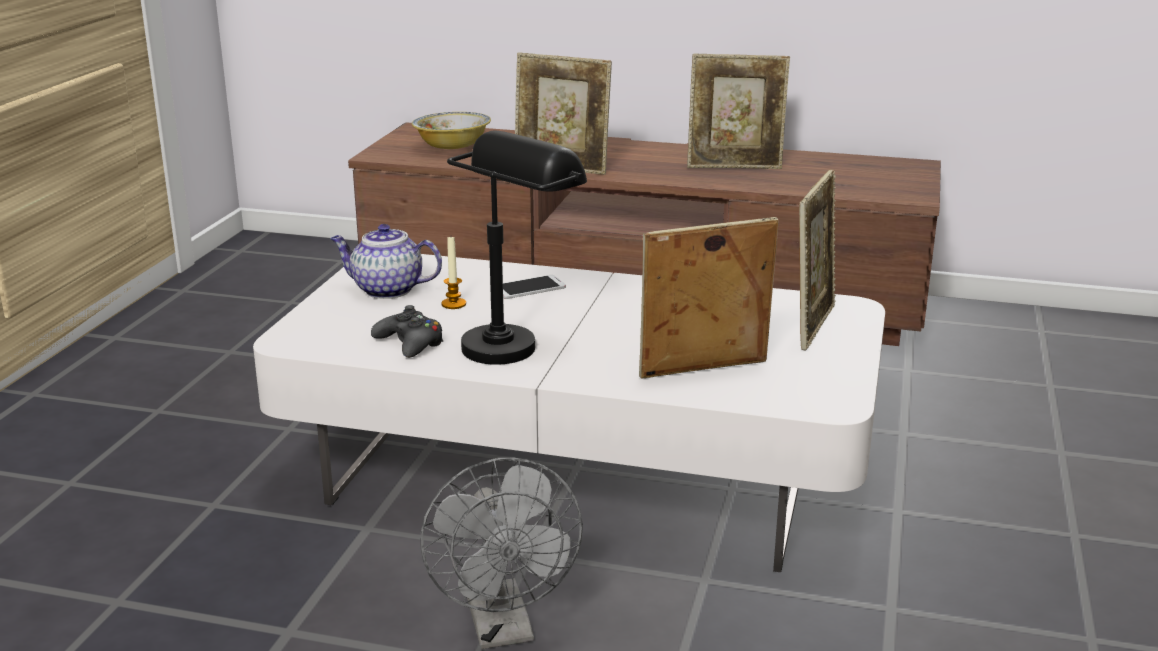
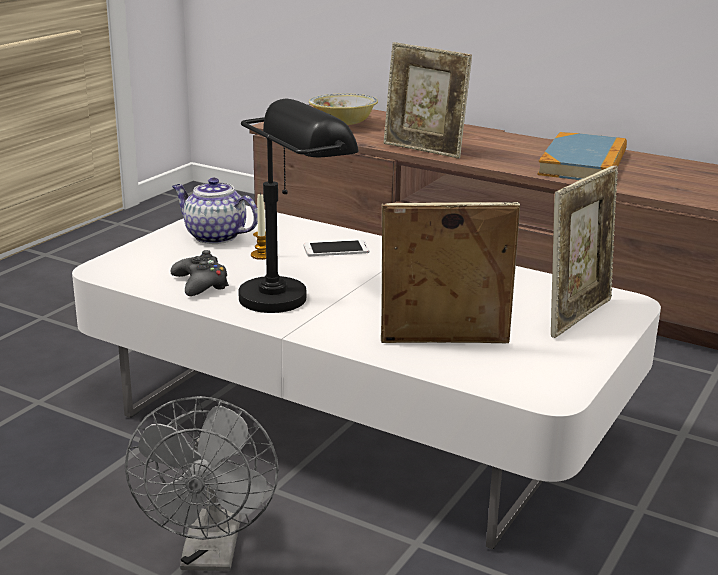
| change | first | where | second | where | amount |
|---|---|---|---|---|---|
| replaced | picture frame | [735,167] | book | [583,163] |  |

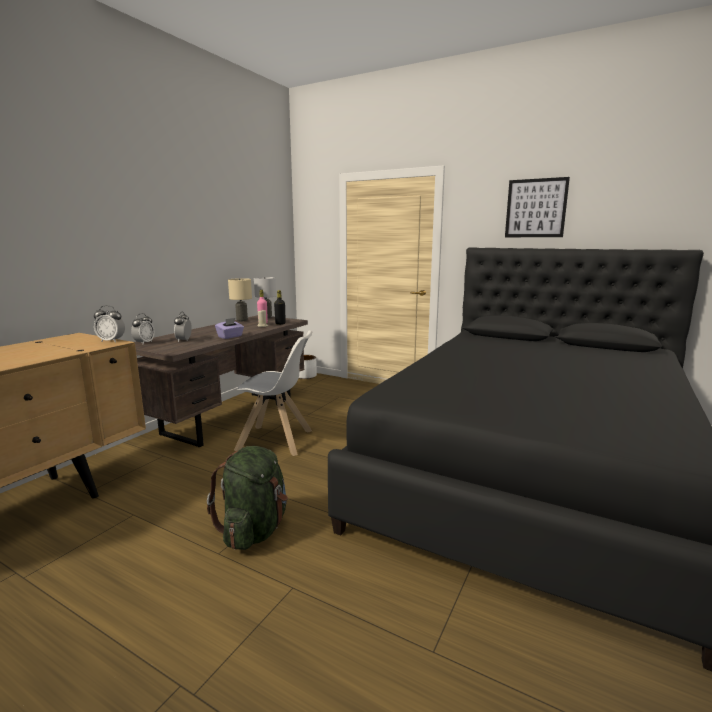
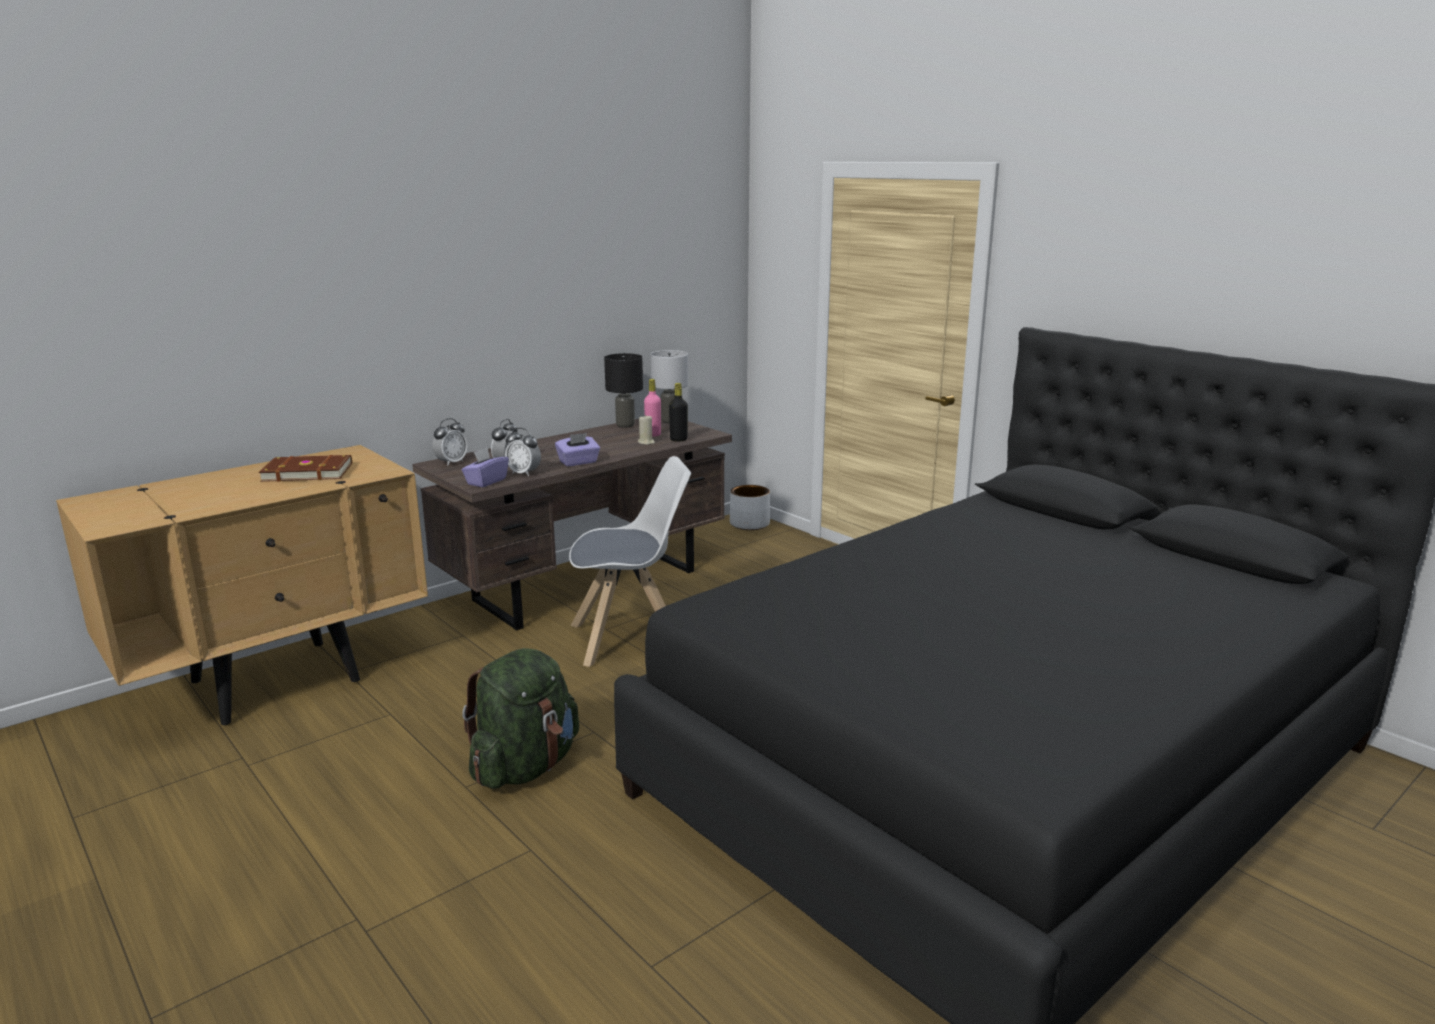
| change | first | where | second | where | amount |
|---|---|---|---|---|---|
| added |  |  | book (brown) | [307,472] |  |
| added |  |  | tissue box (purple) | [486,482] |  |
| moved | alarm clock | [111,341] |  | [524,473] |  |
| turned | chair | [277,441] |  | [632,639] | 45 degrees counterclockwise |
| recoloured | table lamp (beige) | [241,320] | table lamp (black) | [624,425] |  |
| removed | picture | [535,208] |  |  |  |

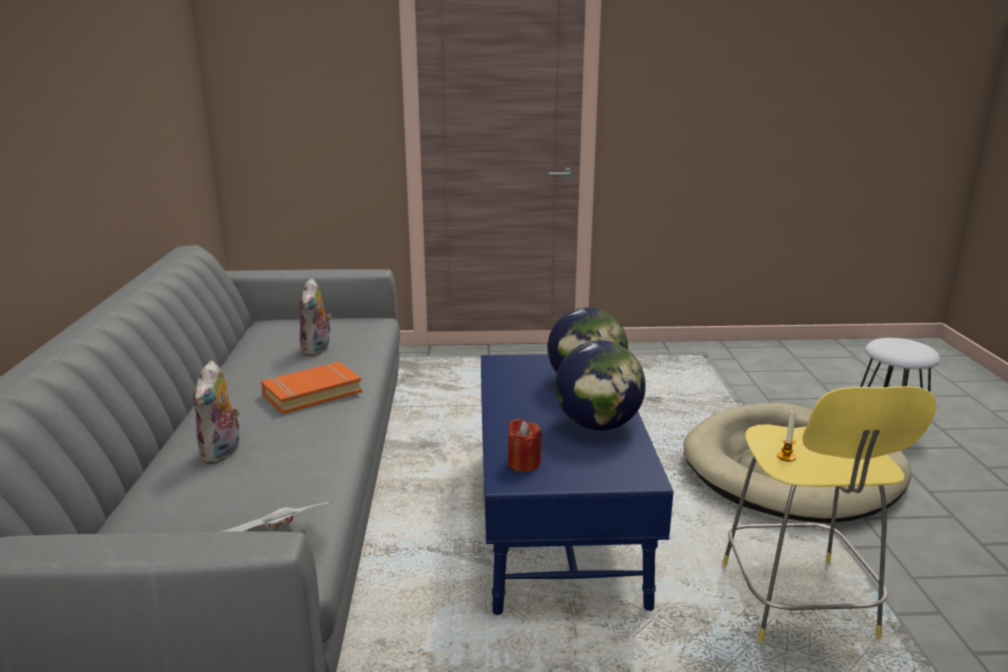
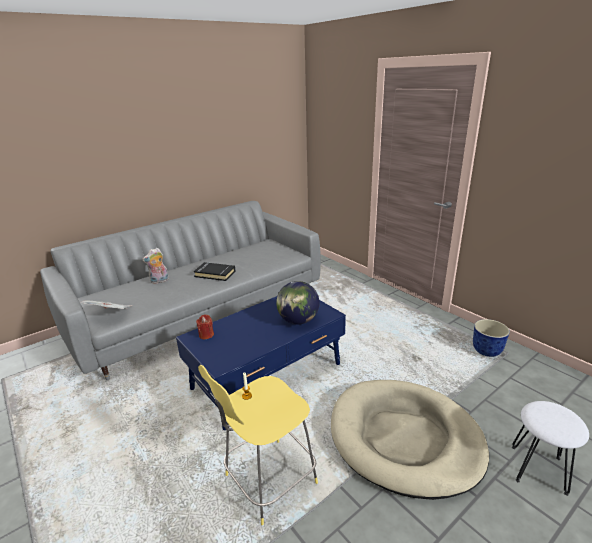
| change | first | where | second | where | amount |
|---|---|---|---|---|---|
| recoloured | book (orange) | [312,393] | book (black) | [215,274] |  |
| added |  |  | planter | [486,351] |  |
| removed | plush toy | [317,350] |  |  |  |
| removed | globe | [598,425] |  |  |  |

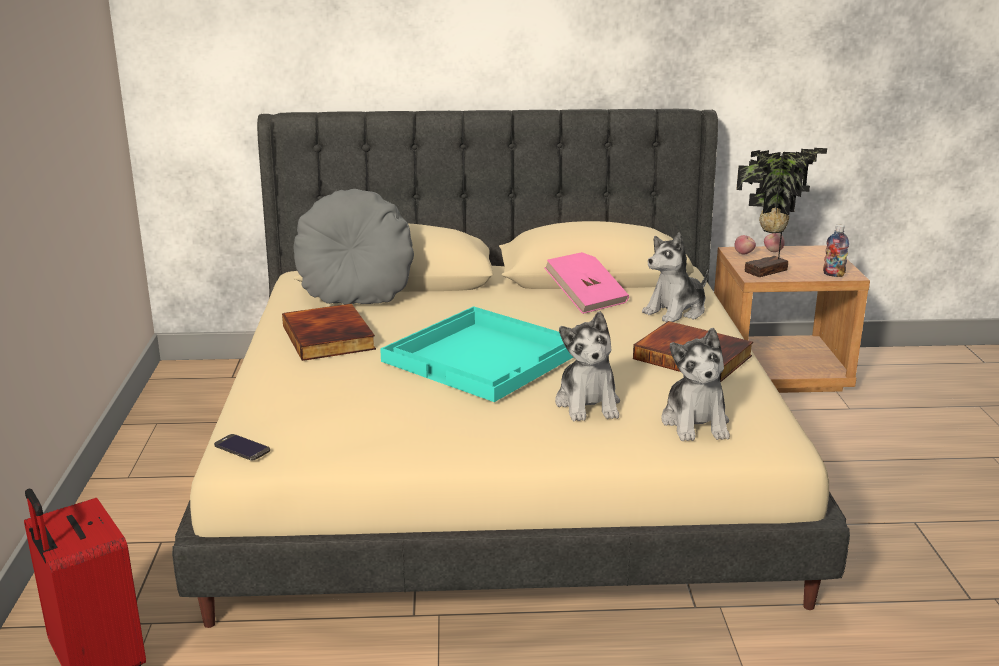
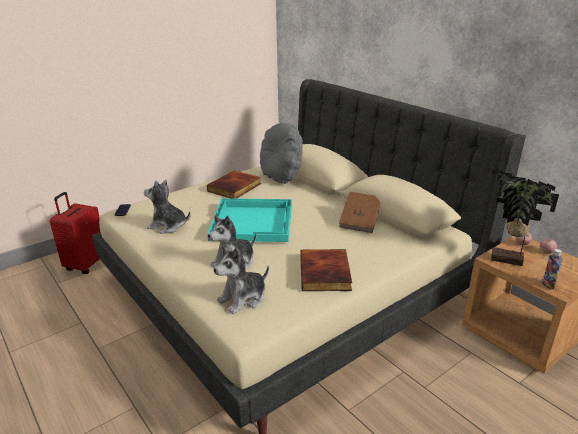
| change | first | where | second | where | amount |
|---|---|---|---|---|---|
| moved | plush toy | [676,311] |  | [168,226] |  |
| recoloured | book (pink) | [586,299] | book (brown) | [360,222] |  |

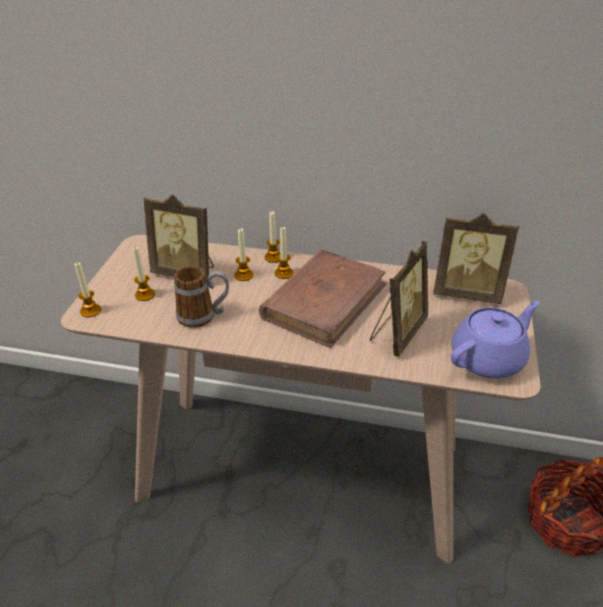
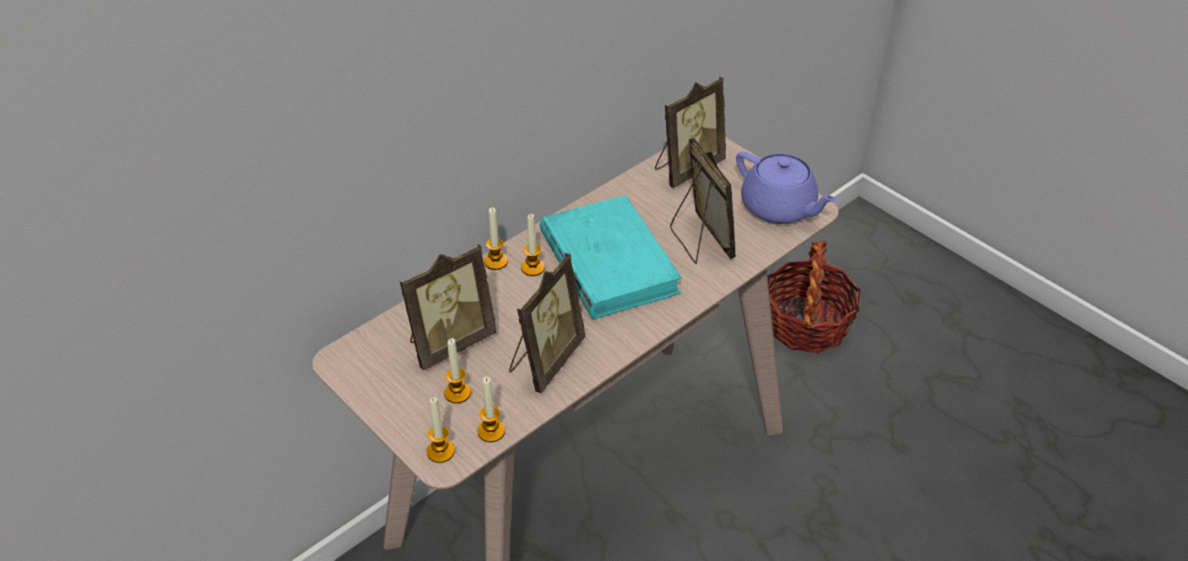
| change | first | where | second | where | amount |
|---|---|---|---|---|---|
| moved | candle | [243,275] |  | [491,431] |  |
| replaced | mug | [204,316] | picture frame | [545,360] |  |
| recoloured | book (brown) | [325,301] | book (turquoise) | [608,262] |  |
| turned | teapot (purple) | [488,358] |  | [779,208] | 135 degrees clockwise |

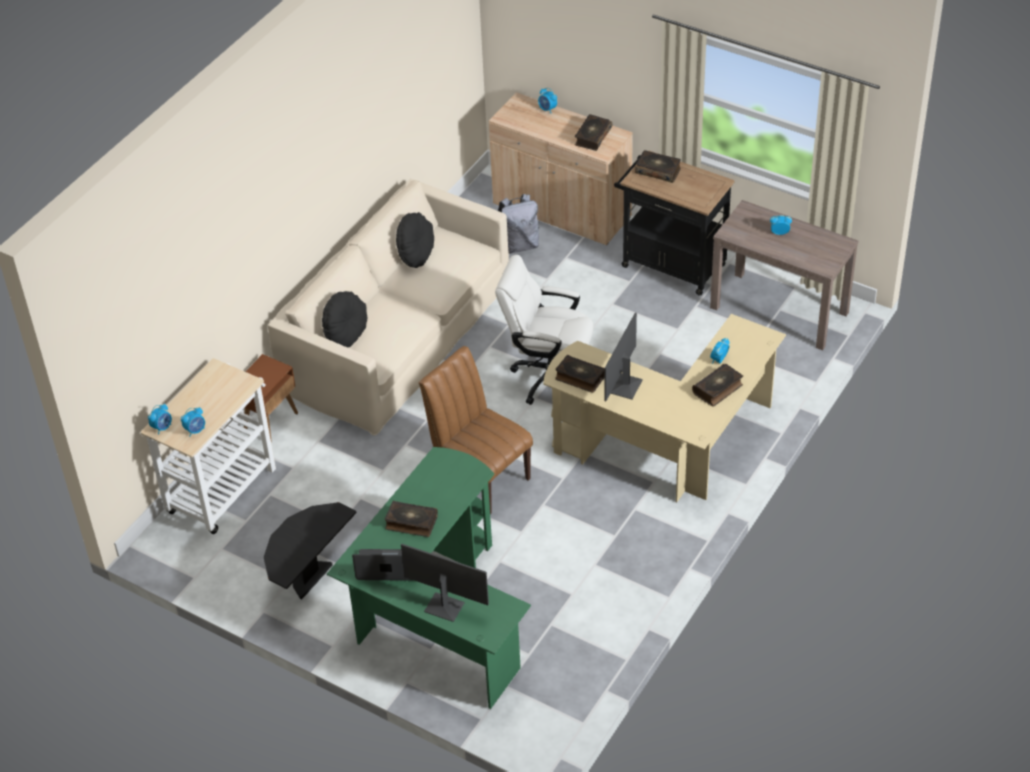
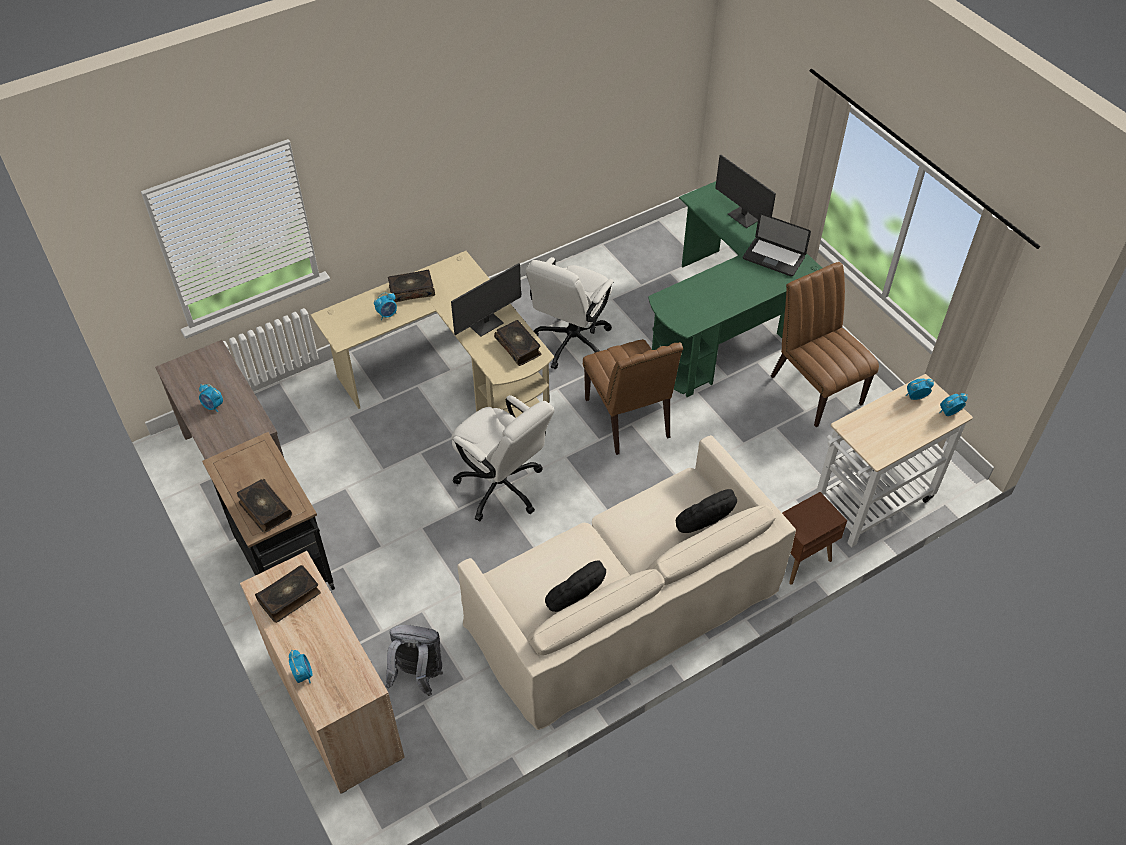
| change | first | where | second | where | amount |
|---|---|---|---|---|---|
| added |  |  | office chair (white) | [570,345] |  |
| replaced | side table (black) | [309,578] | chair (brown) | [816,390] |  |
| removed | book | [411,523] |  |  |  |

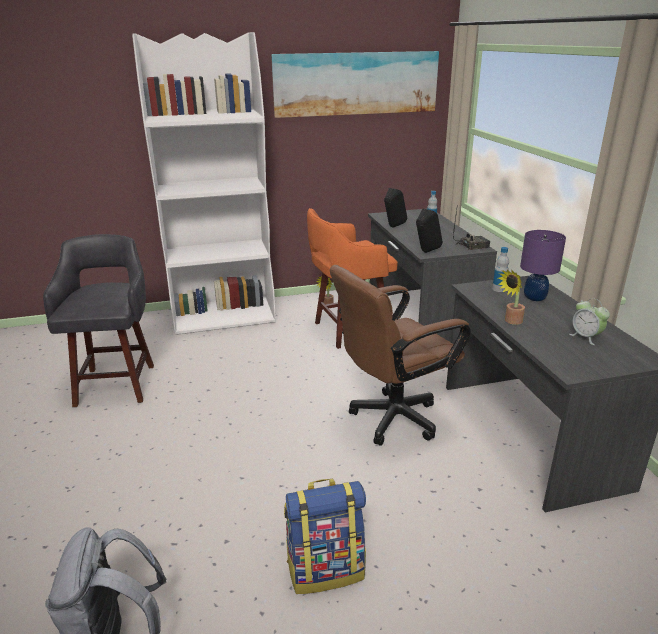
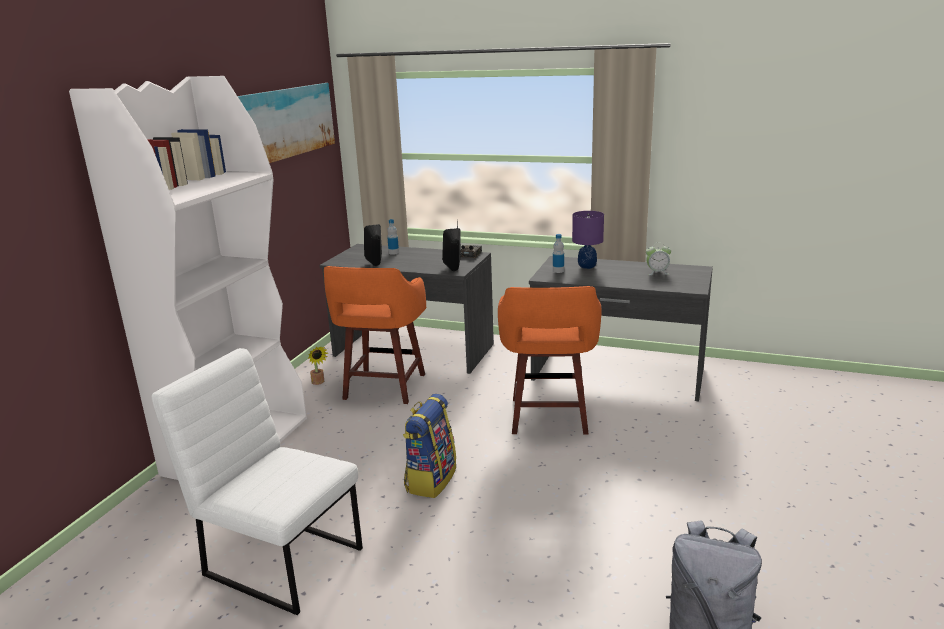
| change | first | where | second | where | amount |
|---|---|---|---|---|---|
| replaced | stool (grey) | [117,383] | chair (white) | [281,559] |  |
| moved | backpack | [326,569] |  | [430,479] |  |
| replaced | office chair (brown) | [391,422] | stool (orange) | [549,418] |  |
| removed | potted plant | [511,321] |  |  |  |

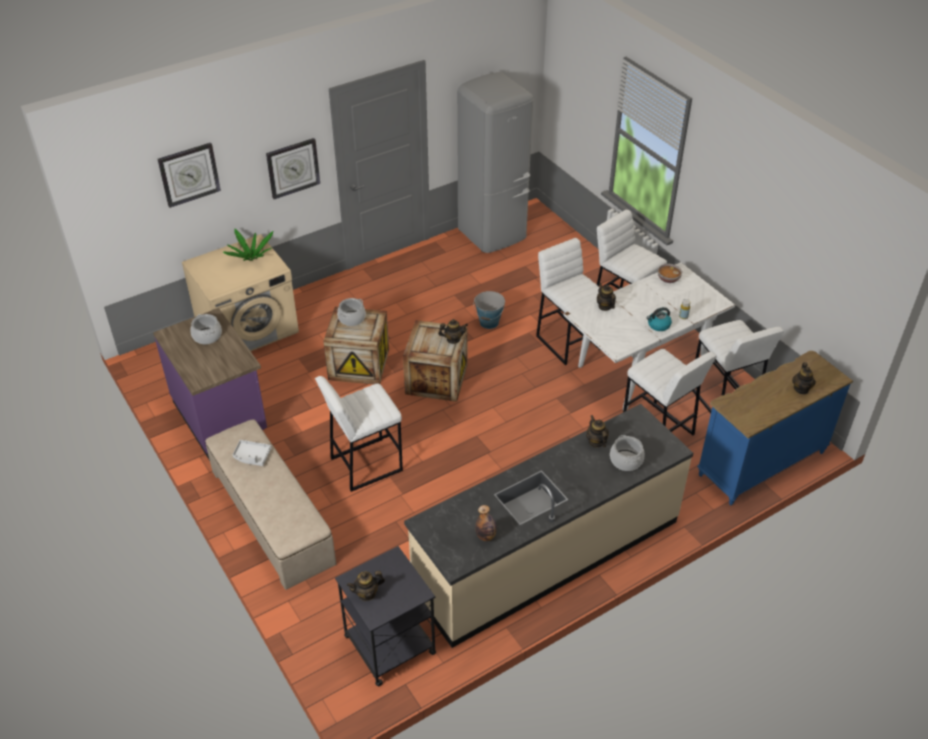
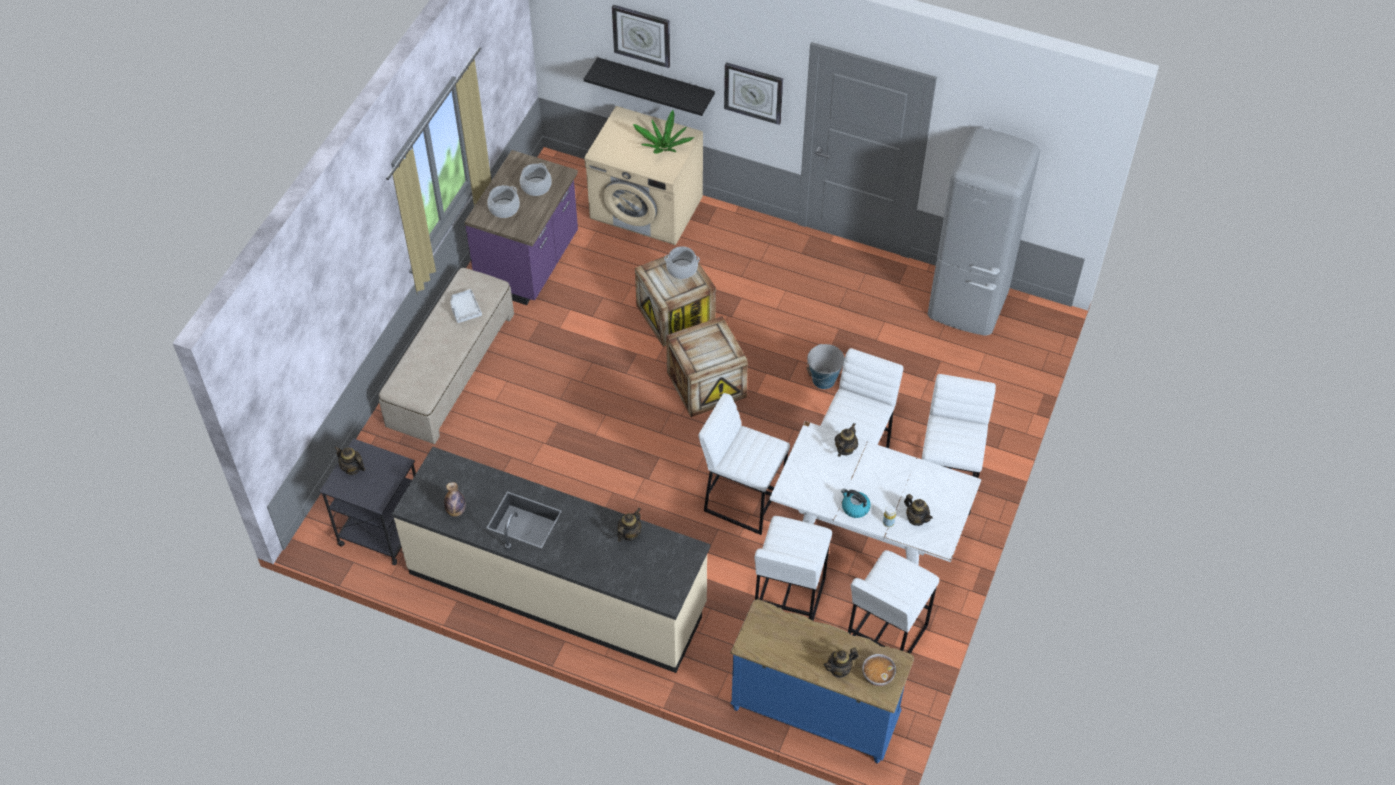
| change | first | where | second | where | amount |
|---|---|---|---|---|---|
| moved | cooking pot | [626,460] |  | [504,208] |  |
| added |  |  | shelf (black) | [655,84] |  |
| moved | stool (white) | [364,465] |  | [742,501] |  |
| moved | bowl | [668,279] |  | [877,675] |  |
| moved | teapot | [453,339] |  | [916,518] |  |

